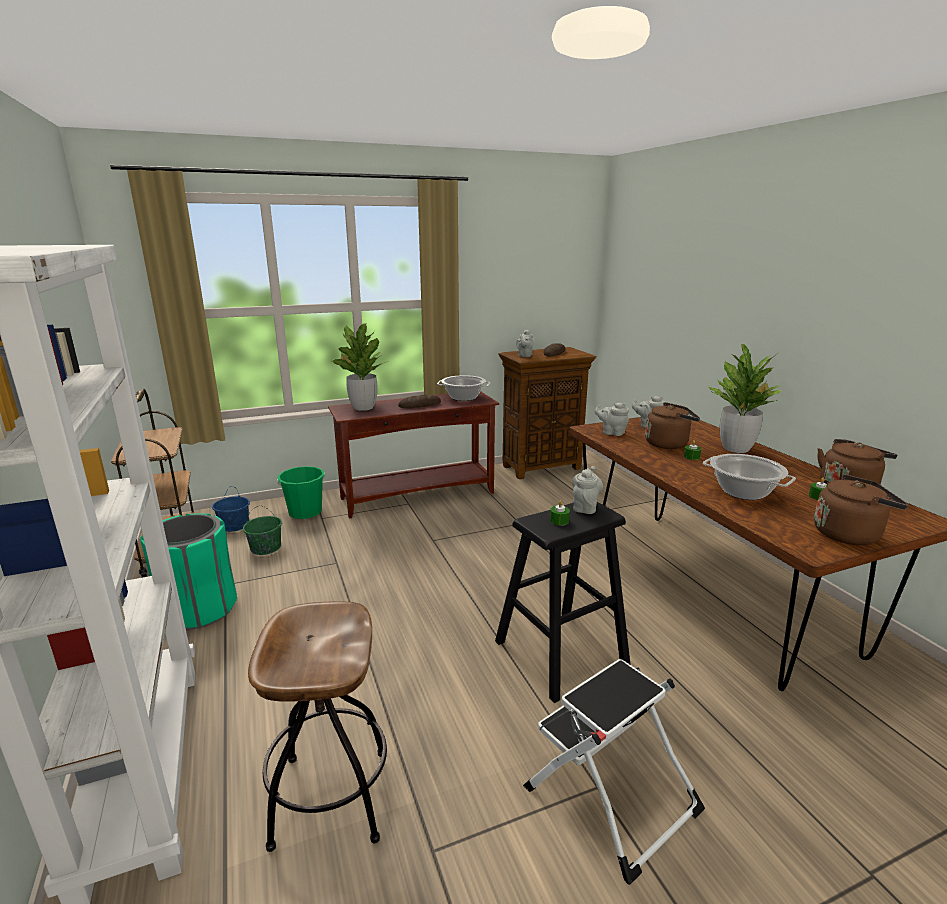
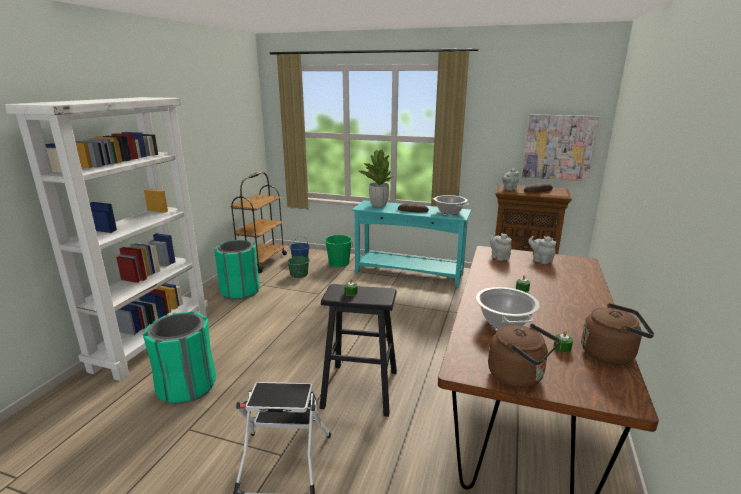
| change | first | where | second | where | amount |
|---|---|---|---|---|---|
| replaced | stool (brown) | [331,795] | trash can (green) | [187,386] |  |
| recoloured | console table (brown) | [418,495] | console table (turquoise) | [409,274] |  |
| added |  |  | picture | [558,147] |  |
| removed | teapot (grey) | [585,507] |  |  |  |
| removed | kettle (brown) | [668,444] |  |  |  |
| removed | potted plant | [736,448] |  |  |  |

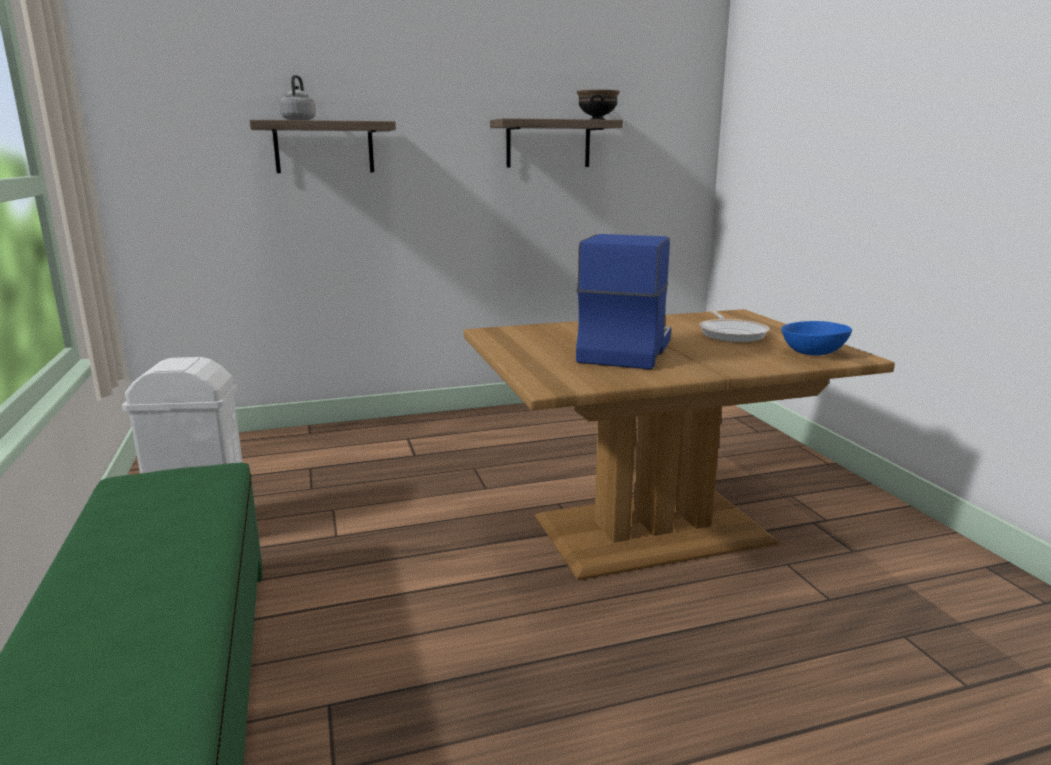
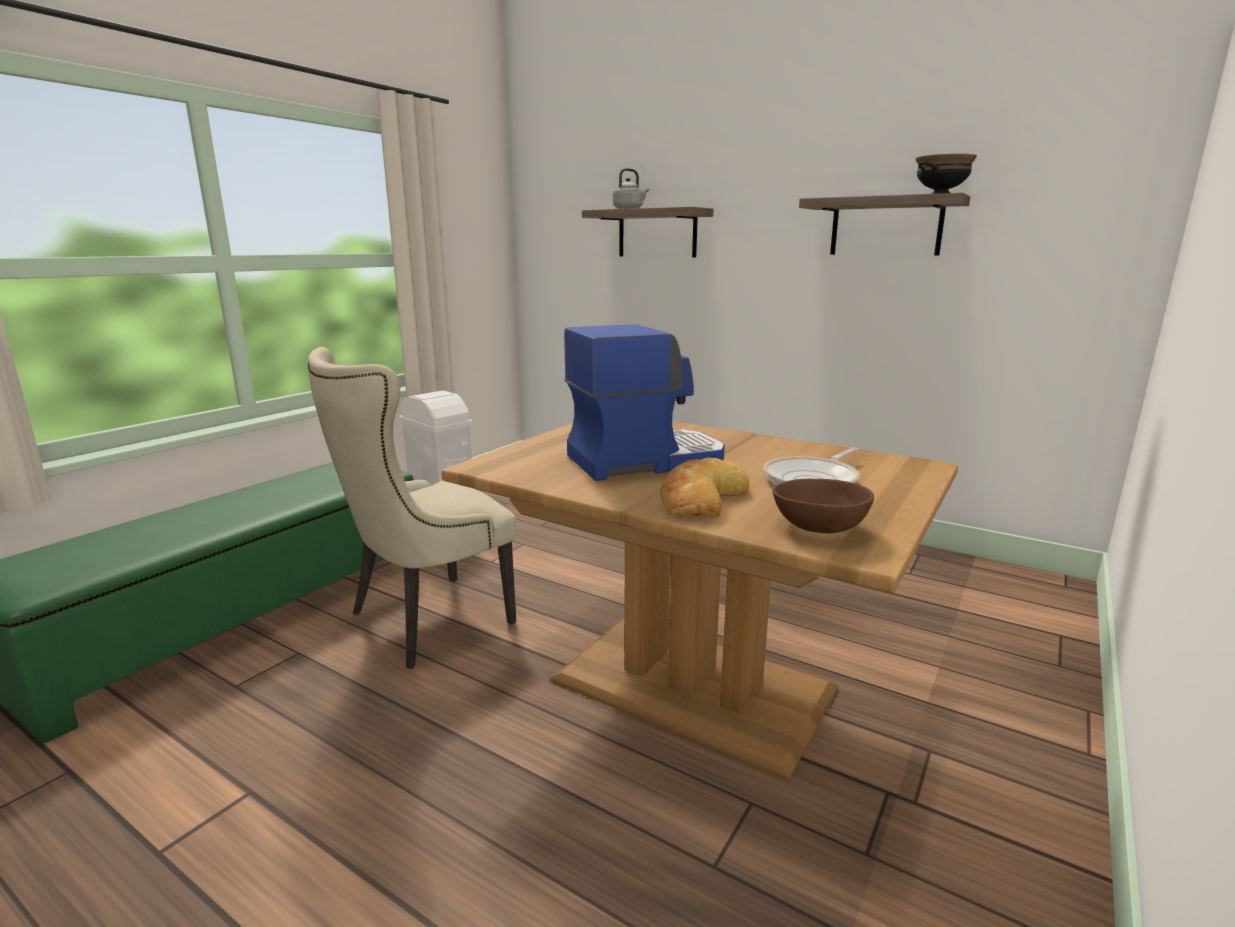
| change | first | where | second | where | amount |
|---|---|---|---|---|---|
| added |  |  | chair (beige) | [428,620] |  |
| added |  |  | bread | [700,499] |  |
| recoloured | bowl (blue) | [814,353] | bowl (brown) | [821,528] |  |

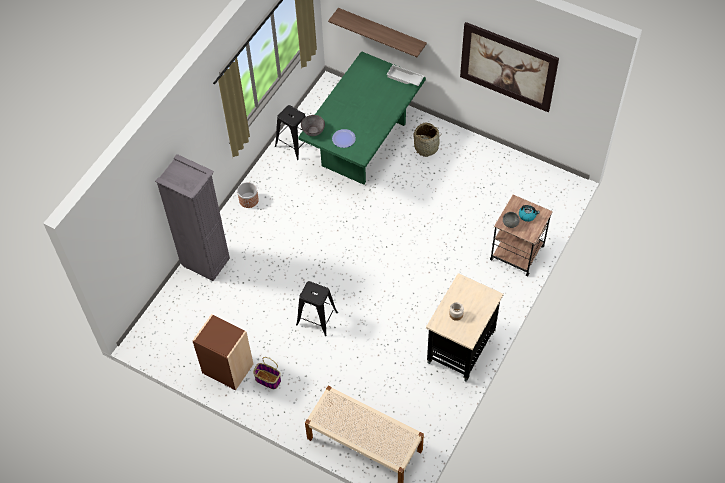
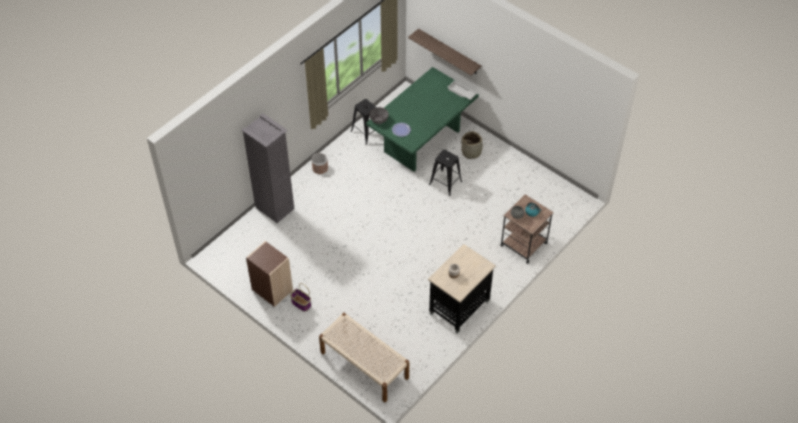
| change | first | where | second | where | amount |
|---|---|---|---|---|---|
| moved | stool (black) | [317,318] |  | [445,183] |  |
| removed | picture | [508,67] |  |  |  |

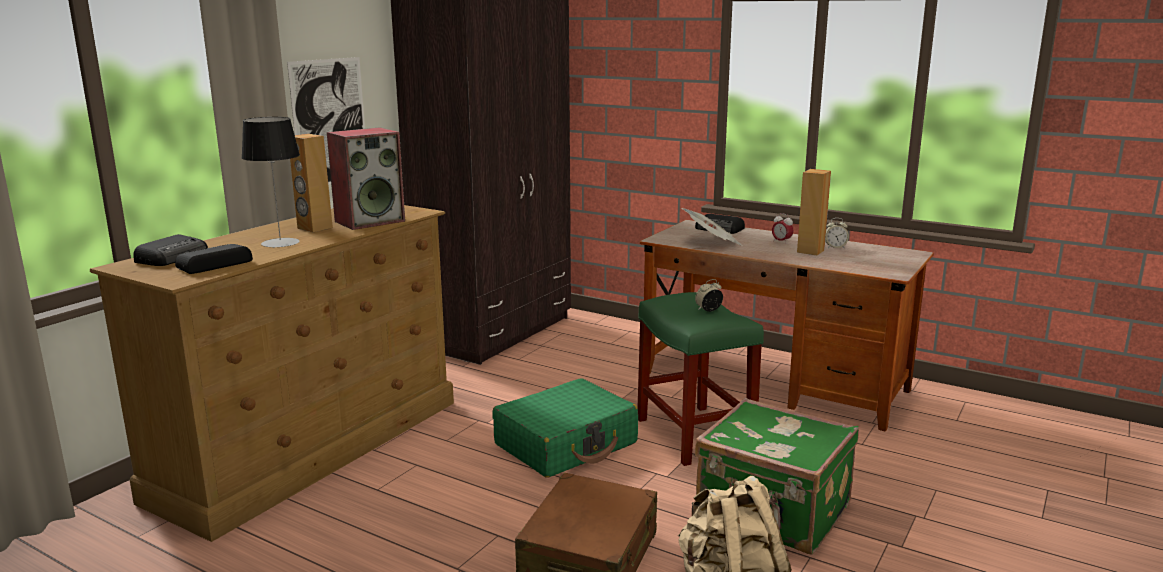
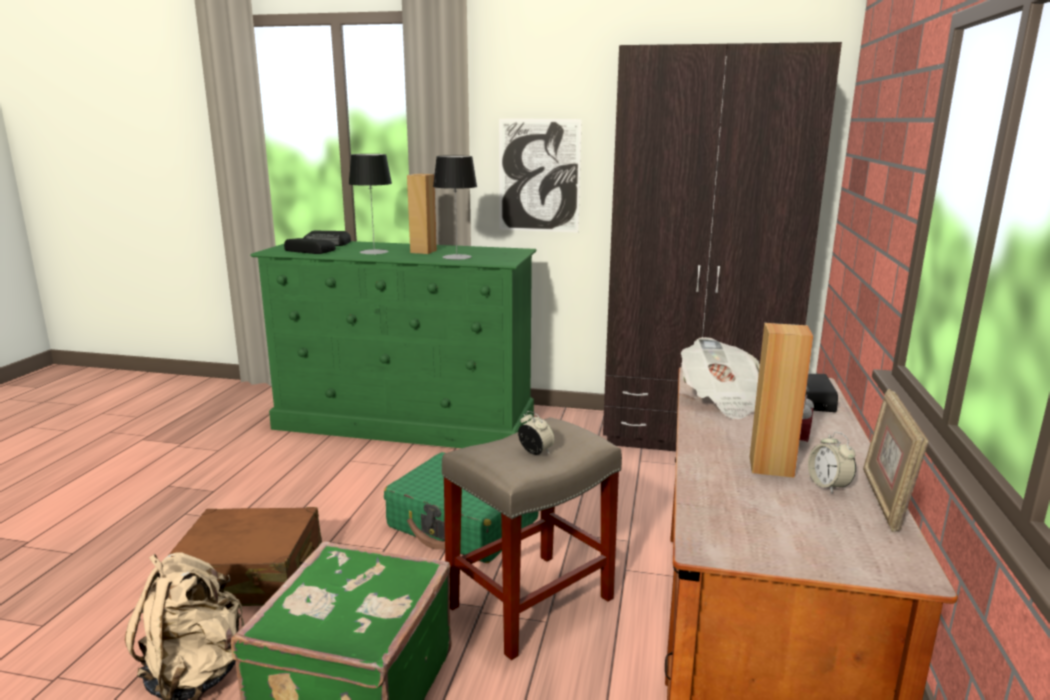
| change | first | where | second | where | amount |
|---|---|---|---|---|---|
| recoloured | dresser (brown) | [314,447] | dresser (green) | [406,423] |  |
| replaced | speaker | [370,221] | table lamp | [456,257] |  |
| recoloured | stool (green) | [693,434] | stool (beige) | [532,601] |  |
| added |  |  | picture frame | [884,501] |  |

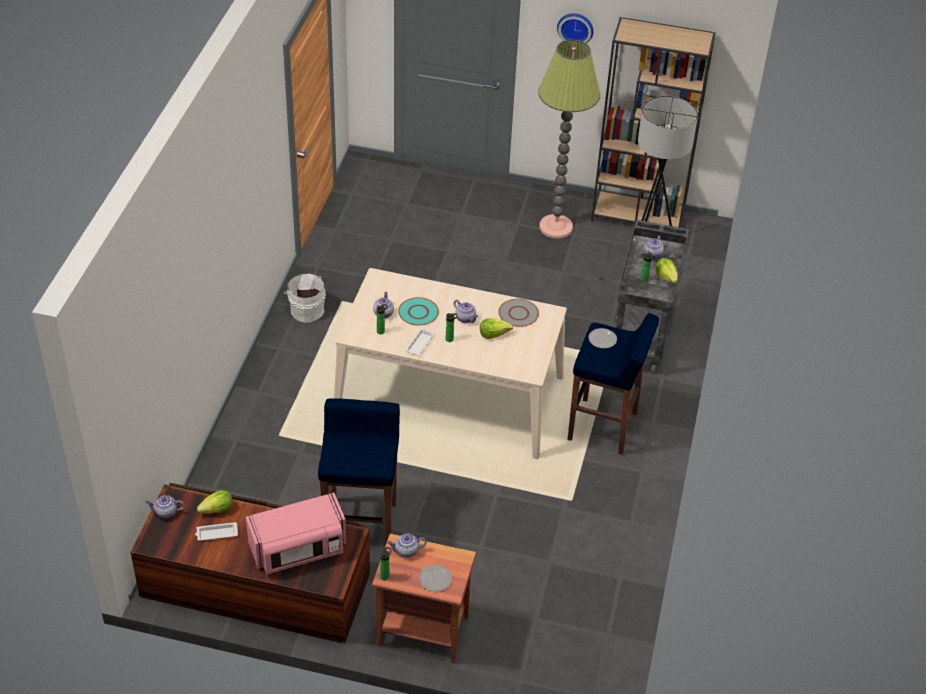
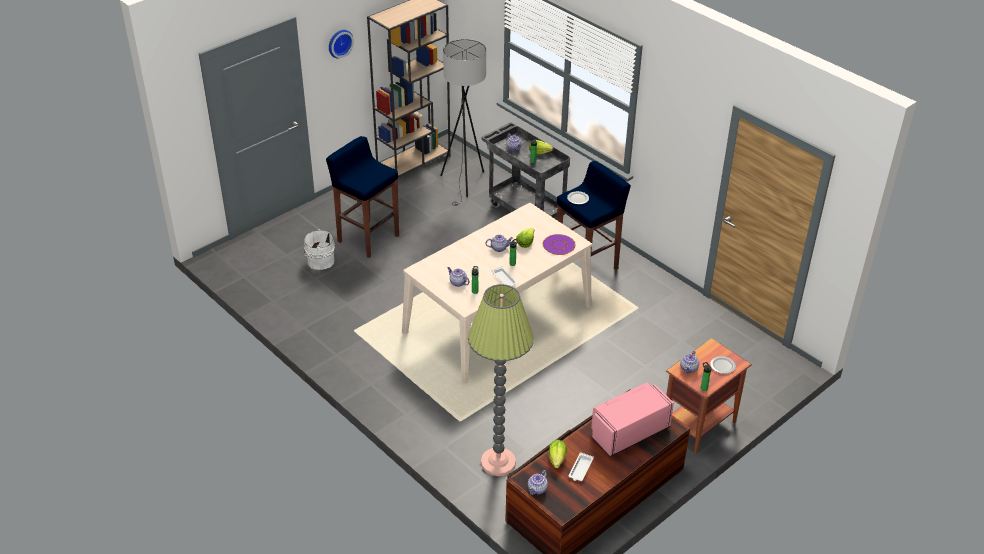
| change | first | where | second | where | amount |
|---|---|---|---|---|---|
| moved | bucket (white) | [306,310] |  | [319,261] |  |
| moved | stool (blue) | [361,523] |  | [367,238] |  |
| moved | floor lamp | [555,227] |  | [498,462] |  |
| added |  |  | plate (purple) | [558,245] |  |
| turned | microwave (pink) | [298,549] |  | [628,431] | 135 degrees counterclockwise |
| removed | plate (turquoise) | [418,312] |  |  |  |
| removed | plate (grey) | [518,313] |  |  |  |

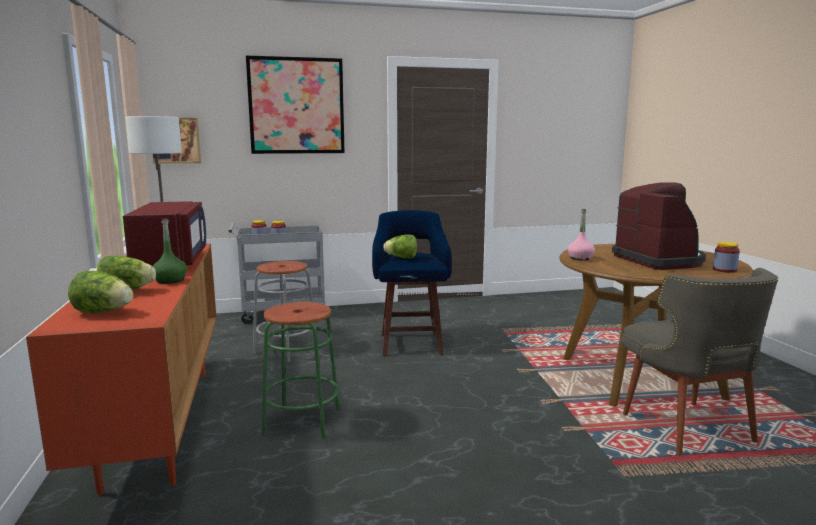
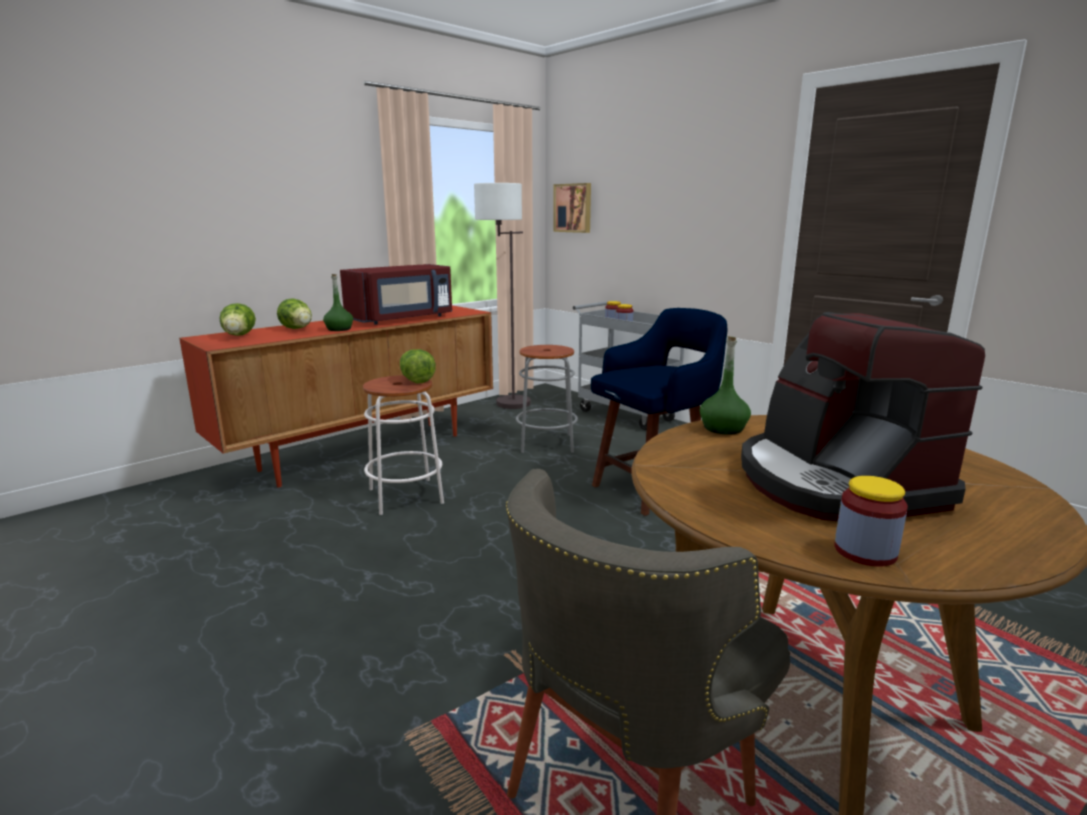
| change | first | where | second | where | amount |
|---|---|---|---|---|---|
| recoloured | stool (green) | [302,421] | stool (white) | [406,496] |  |
| moved | lettuce | [401,258] |  | [416,380] |  |
| recoloured | bottle (pink) | [580,258] | bottle (green) | [723,428] |  |
| turned | coffee machine | [659,260] |  | [834,483] | 120 degrees clockwise |
| removed | picture | [296,106] |  |  |  |

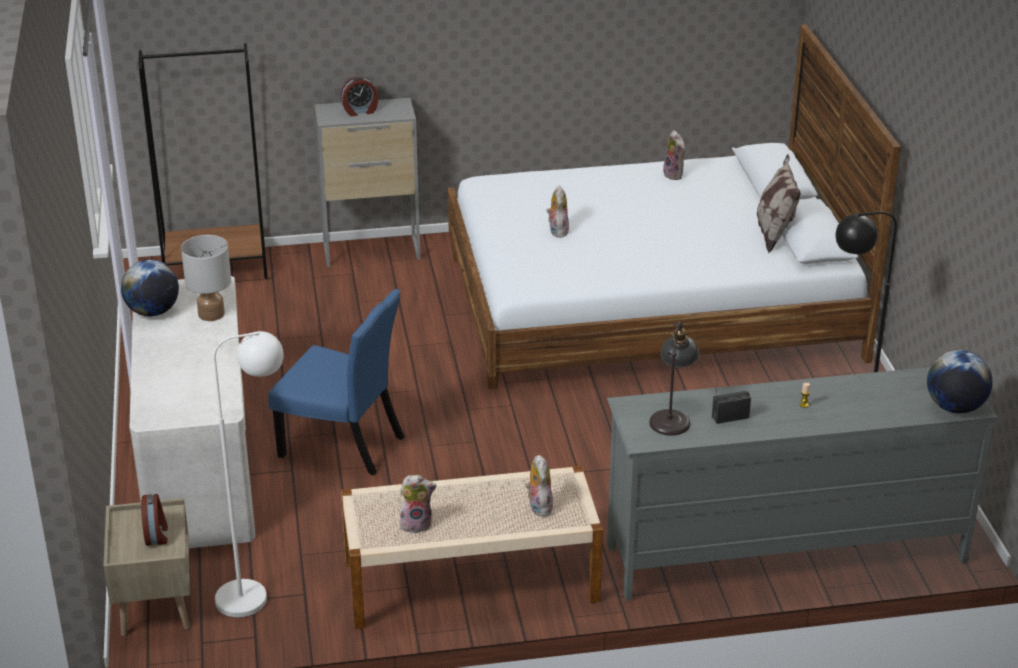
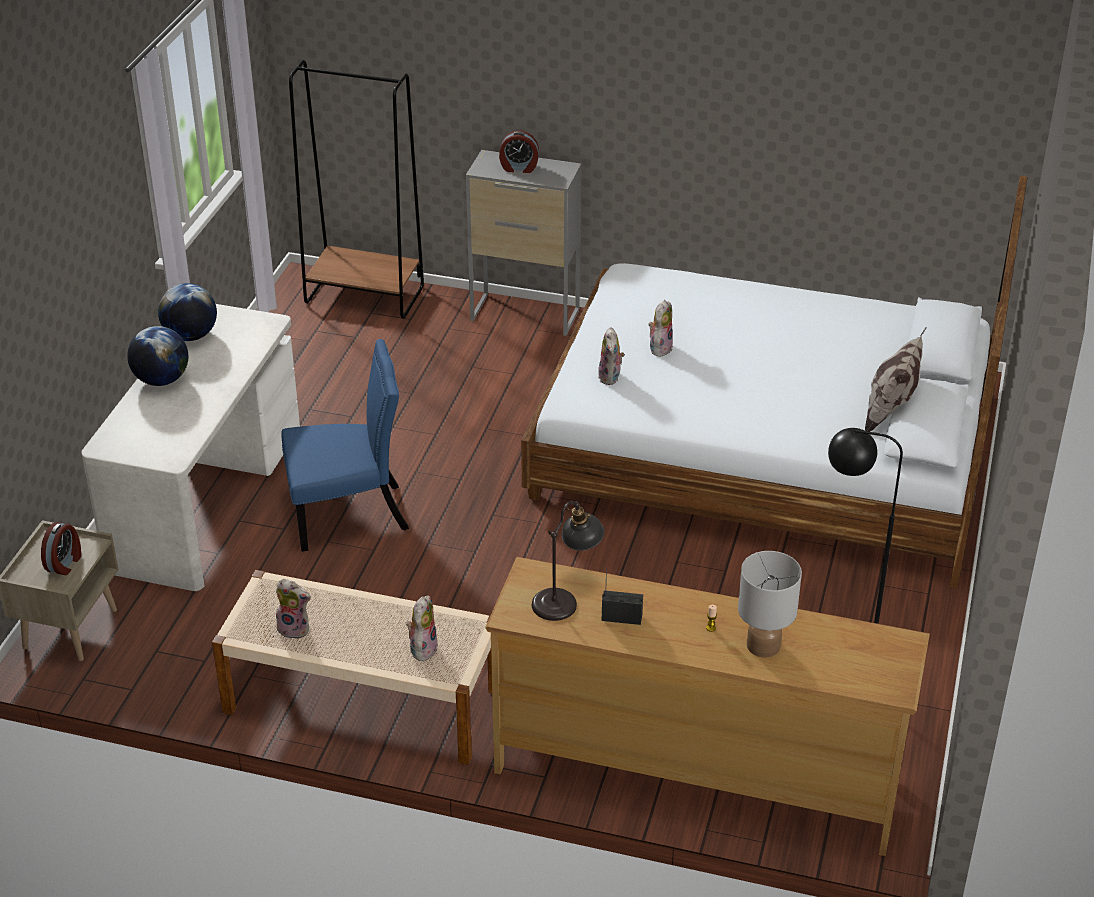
| change | first | where | second | where | amount |
|---|---|---|---|---|---|
| moved | globe | [955,407] |  | [161,380] |  |
| turned | chair (blue) | [340,444] |  | [347,515] | 60 degrees counterclockwise |
| recoloured | dresser (grey) | [785,552] | dresser (brown) | [696,776] |  |
| moved | plush toy | [675,175] |  | [611,377] |  |
| moved | table lamp (grey) | [211,314] |  | [764,645] |  |
| removed | floor lamp (white) | [257,597] |  |  |  |

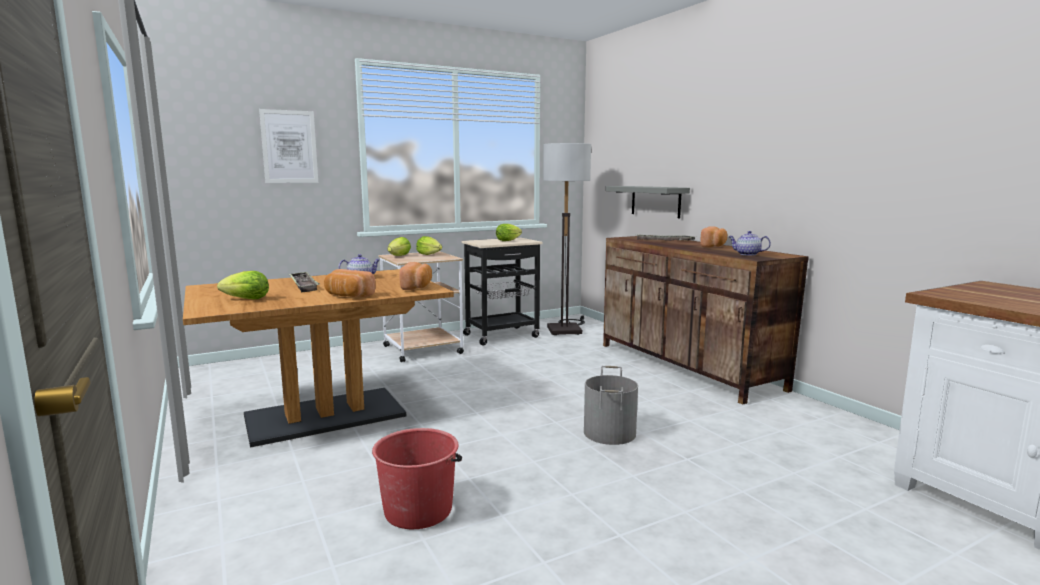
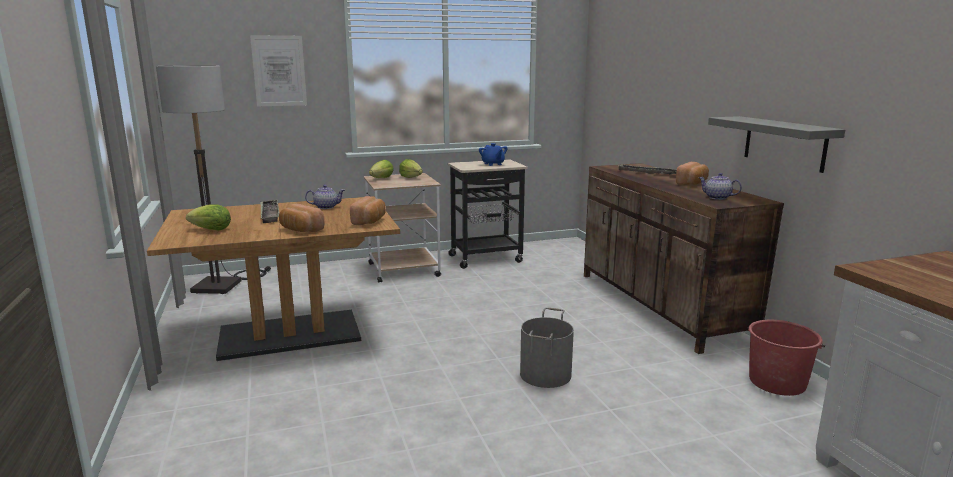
| change | first | where | second | where | amount |
|---|---|---|---|---|---|
| moved | floor lamp | [566,328] |  | [227,284] |  |
| replaced | lettuce | [507,240] | teapot (blue) | [493,164] |  |
| moved | shelf (grey) | [655,201] |  | [784,143] |  |
| moved | bucket (red) | [419,510] |  | [777,382] |  |

